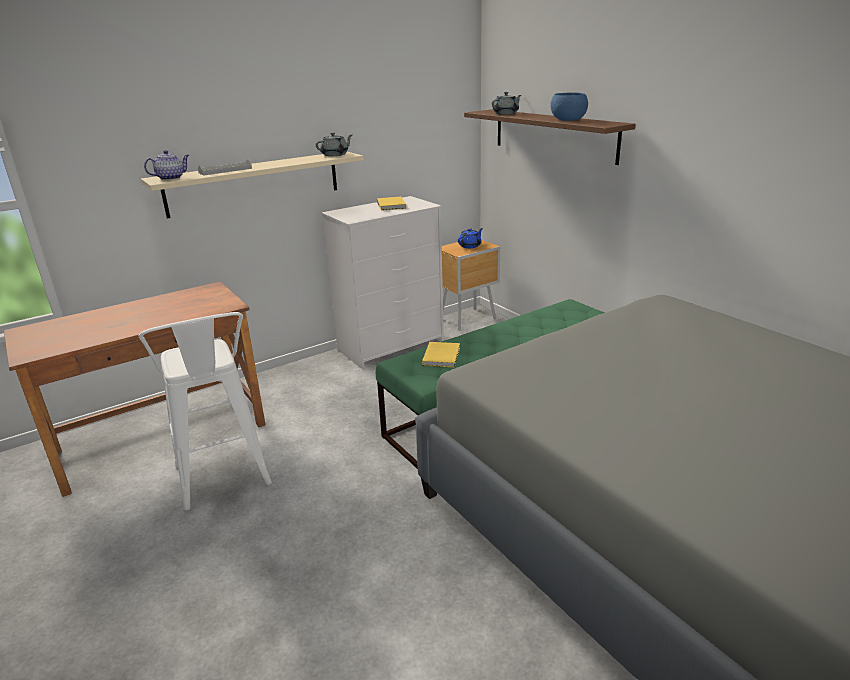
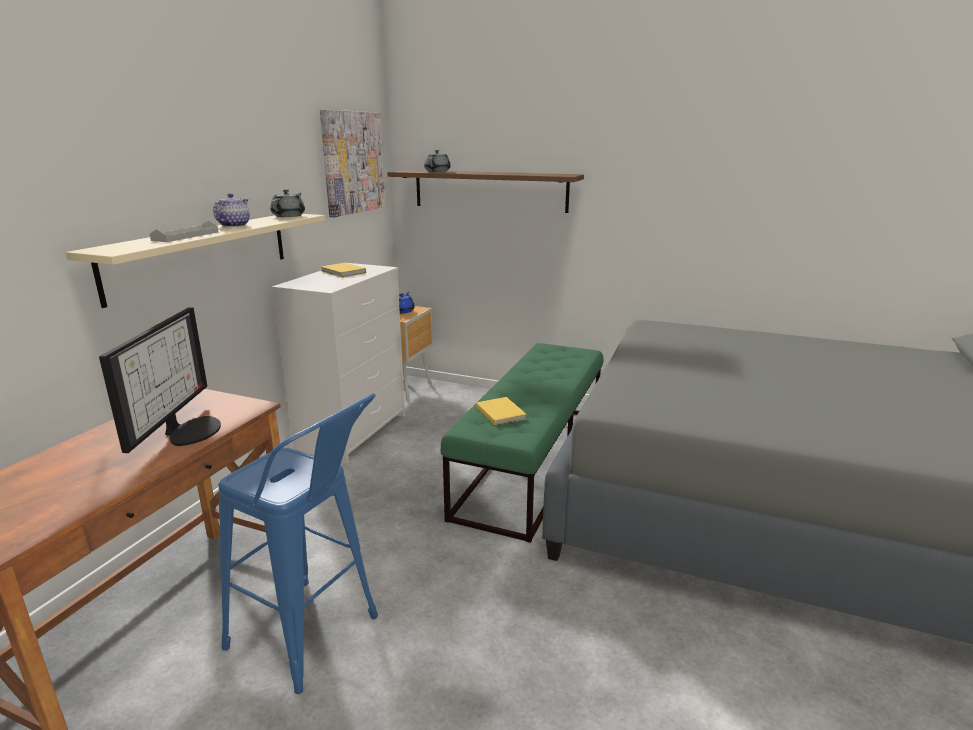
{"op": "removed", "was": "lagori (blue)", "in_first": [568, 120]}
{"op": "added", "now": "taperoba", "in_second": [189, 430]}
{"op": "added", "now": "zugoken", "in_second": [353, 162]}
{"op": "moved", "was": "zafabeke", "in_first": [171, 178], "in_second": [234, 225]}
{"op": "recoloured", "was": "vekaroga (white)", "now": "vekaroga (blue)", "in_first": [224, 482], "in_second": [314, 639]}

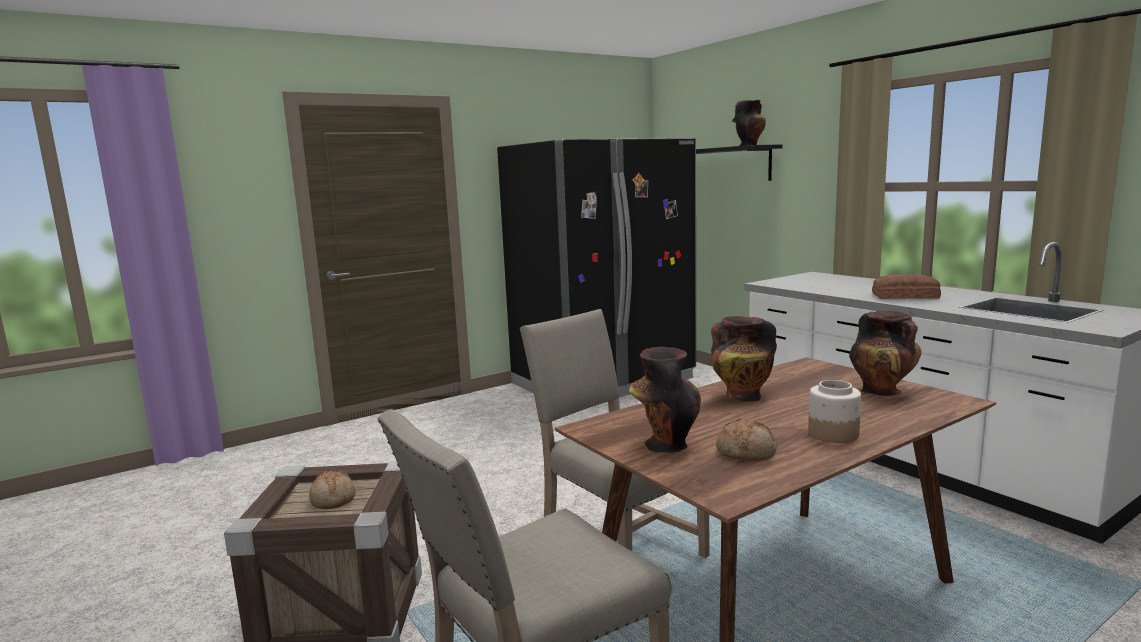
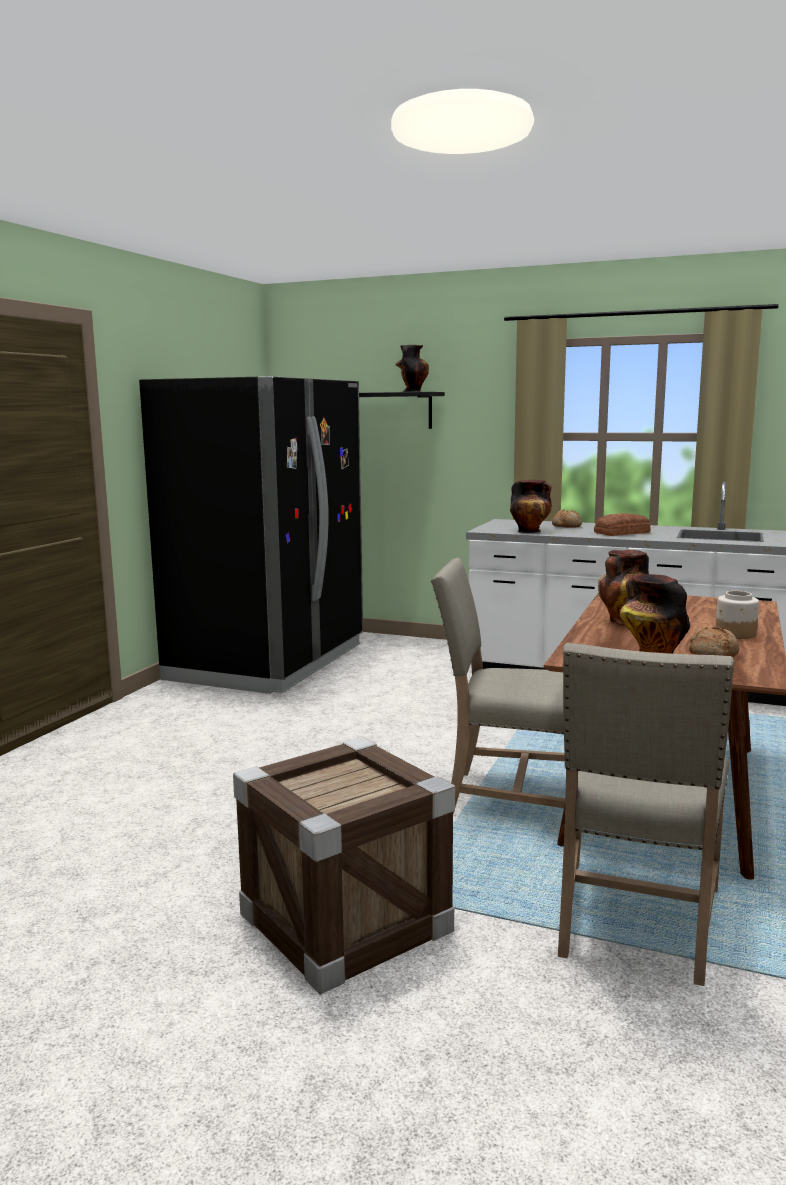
{"op": "moved", "was": "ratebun", "in_first": [333, 499], "in_second": [567, 526]}
{"op": "moved", "was": "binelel", "in_first": [883, 391], "in_second": [530, 531]}

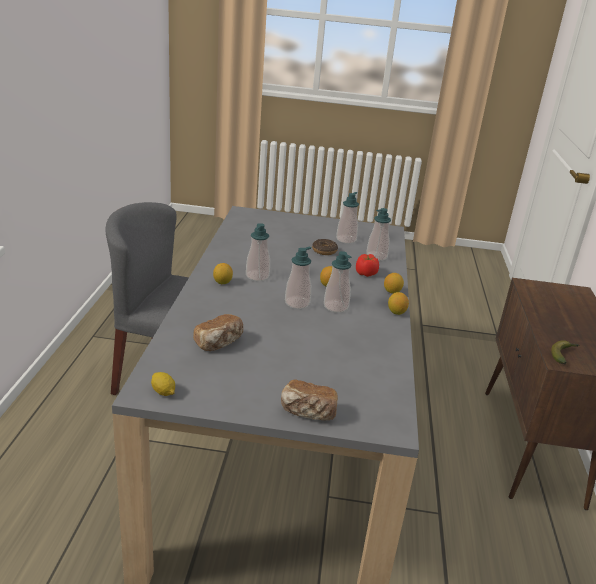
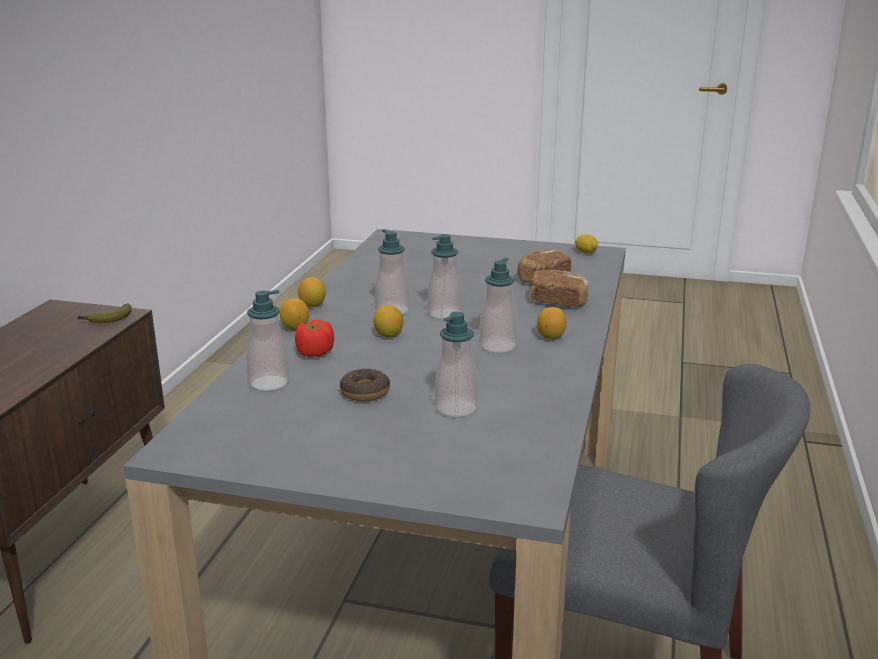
{"op": "moved", "was": "ratebun", "in_first": [308, 412], "in_second": [559, 302]}
{"op": "moved", "was": "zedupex", "in_first": [346, 240], "in_second": [456, 408]}

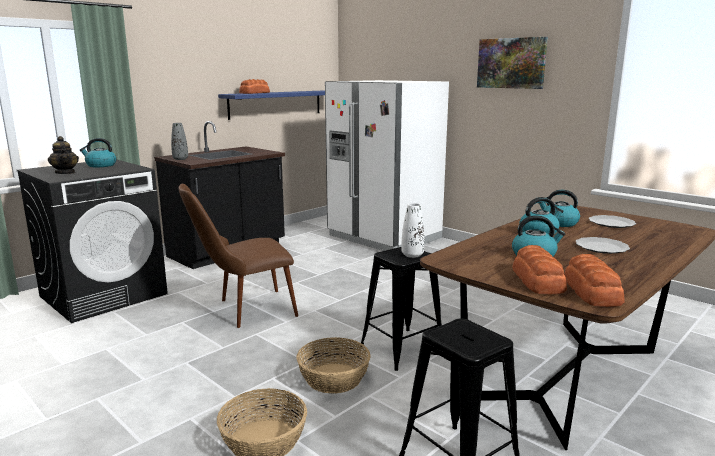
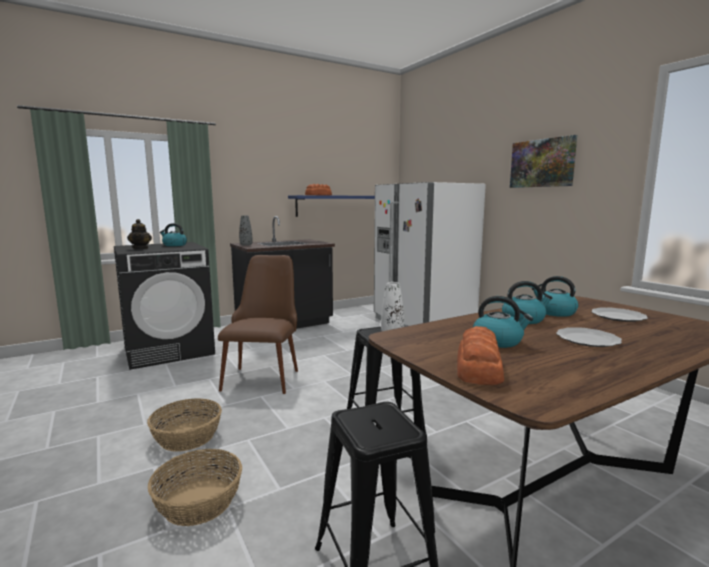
{"op": "removed", "was": "ratebun", "in_first": [591, 291]}
{"op": "moved", "was": "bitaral", "in_first": [334, 378], "in_second": [187, 437]}
{"op": "turned", "was": "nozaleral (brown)", "in_first": [243, 310], "in_second": [264, 374], "clockwise": 105}

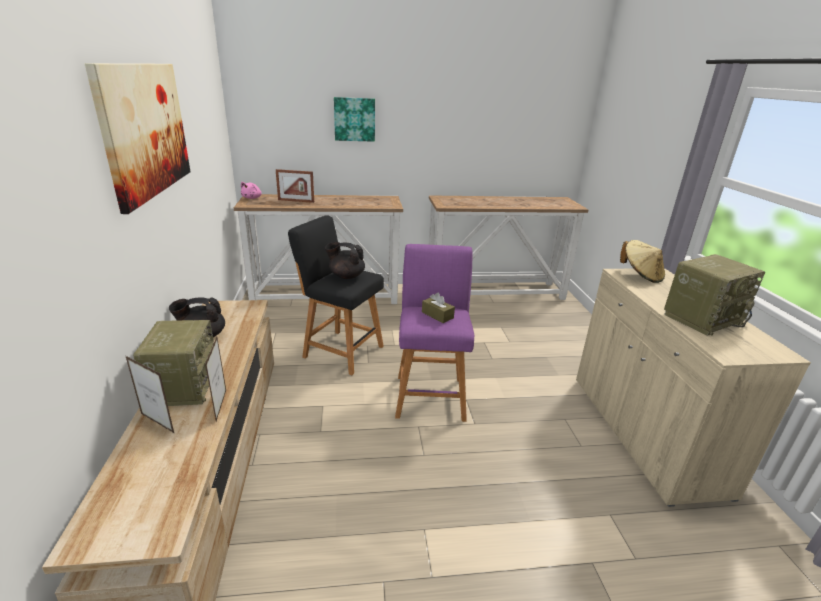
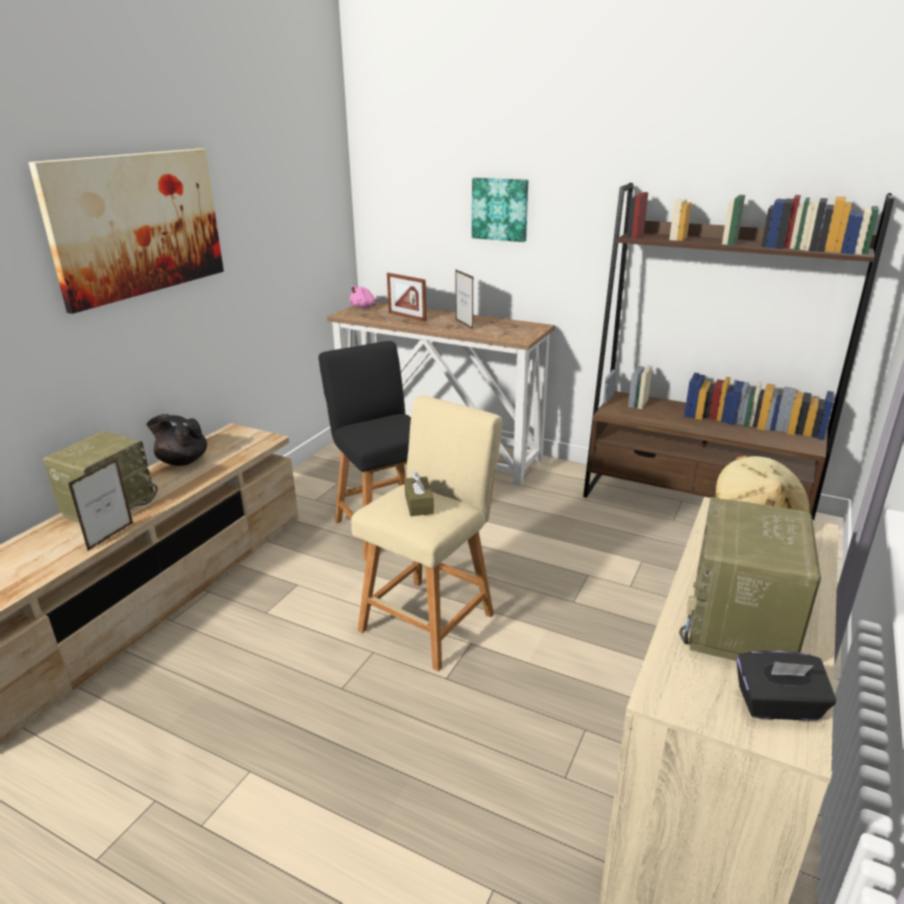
{"op": "removed", "was": "zafabeke (black)", "in_first": [346, 276]}
{"op": "added", "now": "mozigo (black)", "in_second": [778, 705]}
{"op": "moved", "was": "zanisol", "in_first": [157, 423], "in_second": [464, 324]}
{"op": "replaced", "was": "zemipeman", "now": "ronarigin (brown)", "in_first": [495, 292], "in_second": [695, 505]}
{"op": "recoloured", "was": "vekaroga (purple)", "now": "vekaroga (beige)", "in_first": [430, 394], "in_second": [431, 618]}
{"op": "turned", "was": "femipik", "in_first": [702, 318], "in_second": [741, 626], "clockwise": 105}

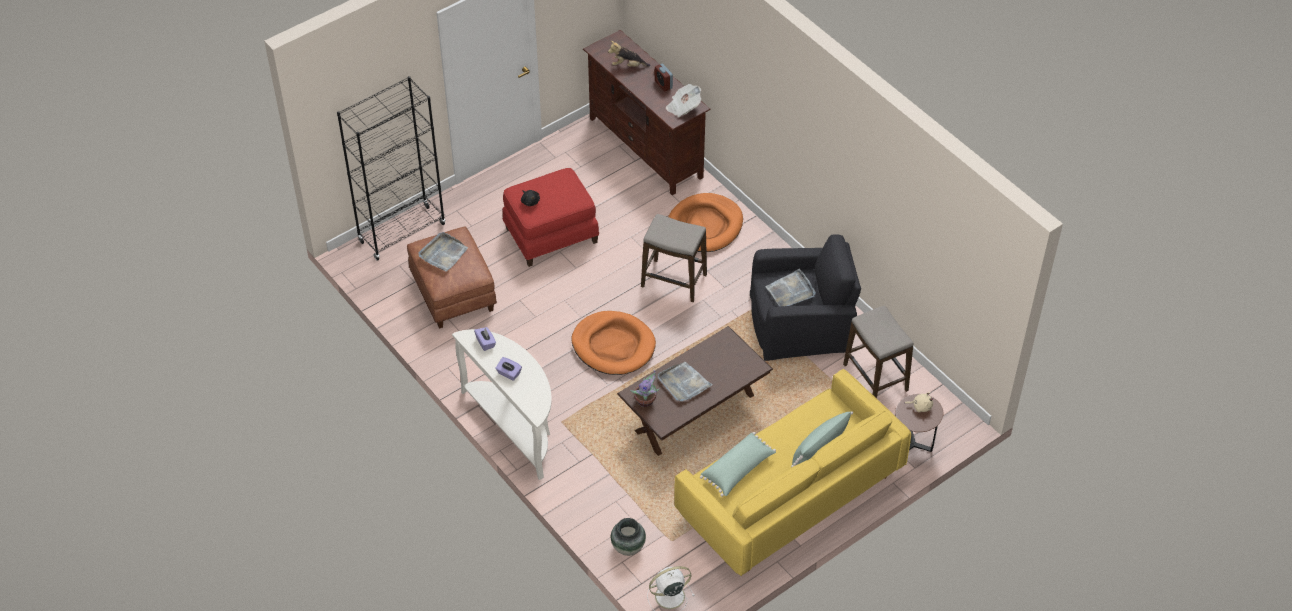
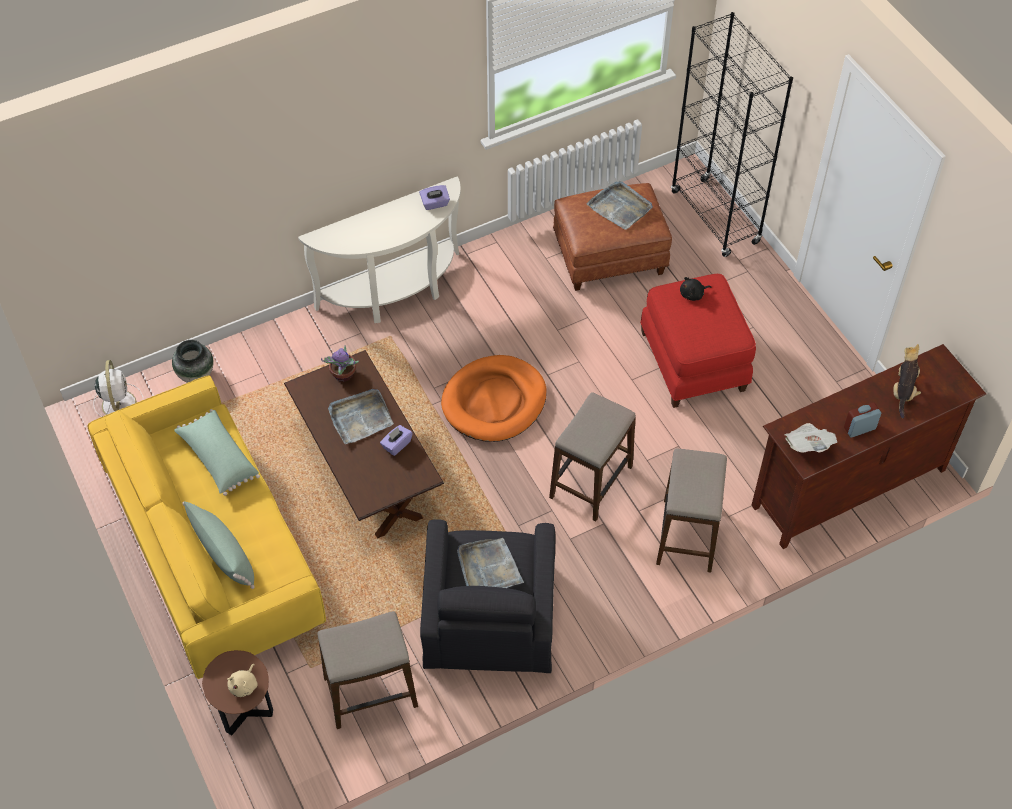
{"op": "moved", "was": "mozigo (purple)", "in_first": [509, 373], "in_second": [396, 445]}
{"op": "replaced", "was": "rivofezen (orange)", "now": "vekaroga", "in_first": [705, 226], "in_second": [687, 535]}

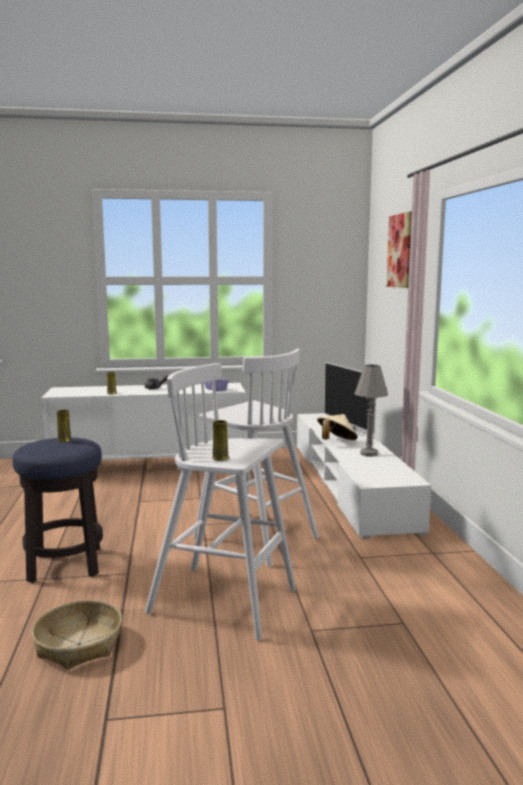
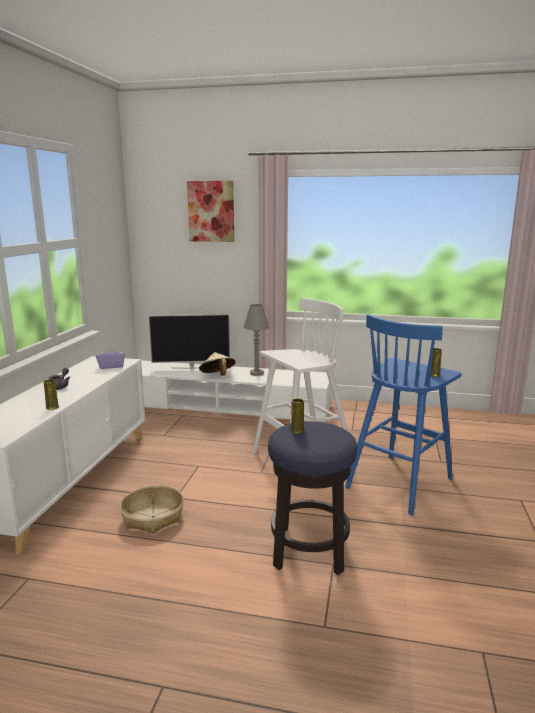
{"op": "moved", "was": "bitaral", "in_first": [79, 644], "in_second": [153, 516]}
{"op": "recoloured", "was": "vekaroga (white)", "now": "vekaroga (blue)", "in_first": [225, 602], "in_second": [400, 482]}

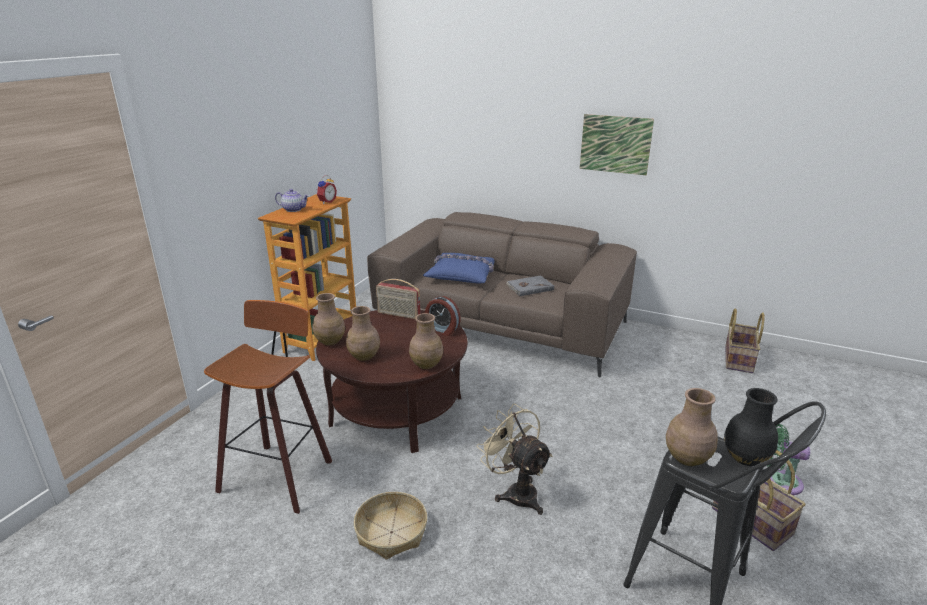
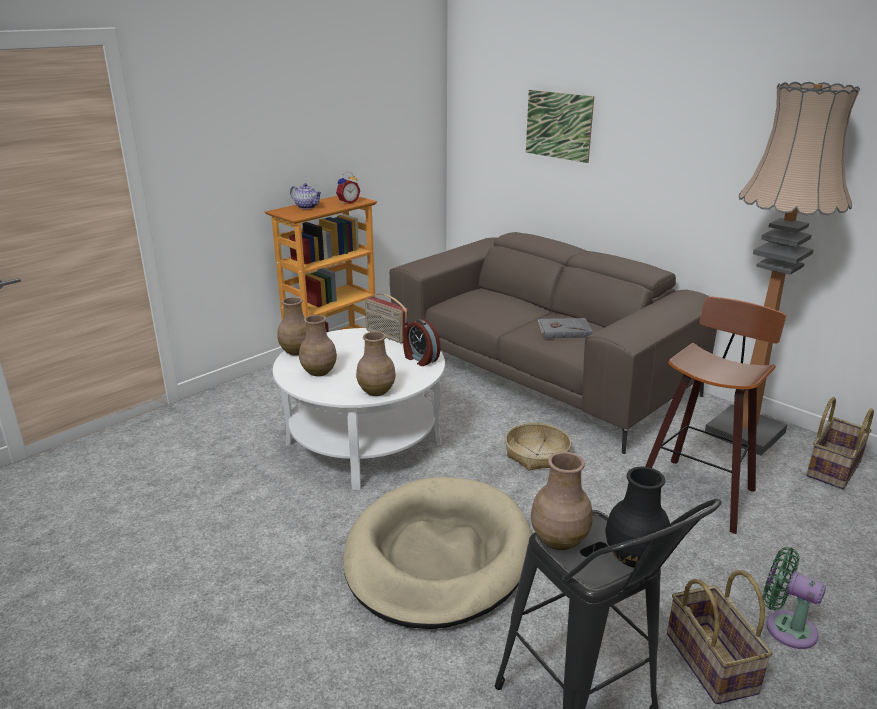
{"op": "removed", "was": "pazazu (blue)", "in_first": [462, 275]}
{"op": "added", "now": "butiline", "in_second": [745, 433]}
{"op": "moved", "was": "vekaroga", "in_first": [279, 474], "in_second": [698, 491]}
{"op": "moved", "was": "bitaral", "in_first": [392, 532], "in_second": [537, 455]}
{"op": "moved", "was": "zugoken", "in_first": [615, 144], "in_second": [558, 125]}
{"op": "replaced", "was": "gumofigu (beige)", "now": "rivofezen (beige)", "in_first": [516, 492], "in_second": [438, 556]}
{"op": "recoloured", "was": "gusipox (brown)", "now": "gusipox (white)", "in_first": [397, 410], "in_second": [364, 443]}

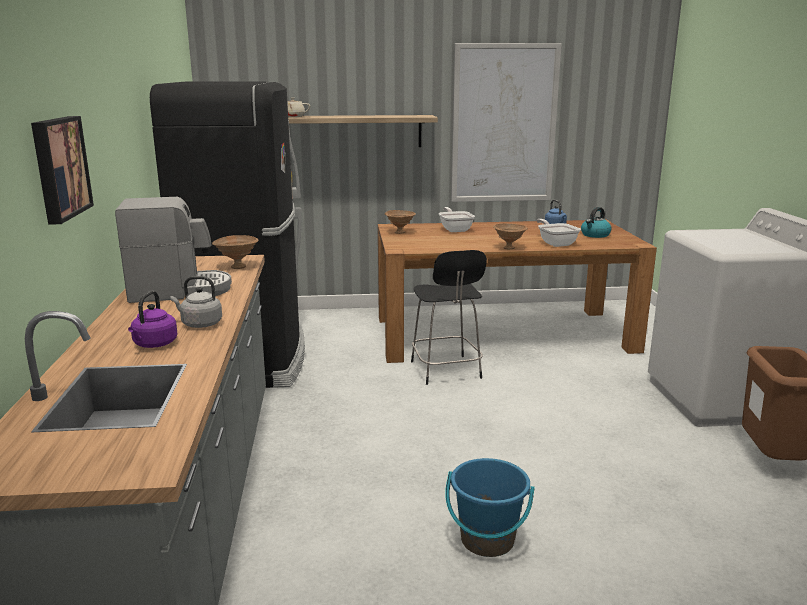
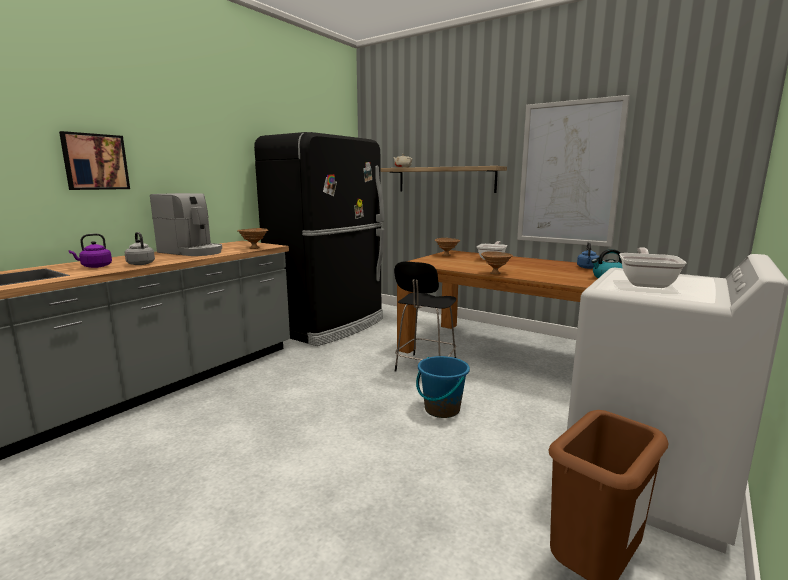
{"op": "moved", "was": "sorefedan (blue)", "in_first": [487, 540], "in_second": [441, 409]}
{"op": "moved", "was": "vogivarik", "in_first": [555, 243], "in_second": [646, 283]}

